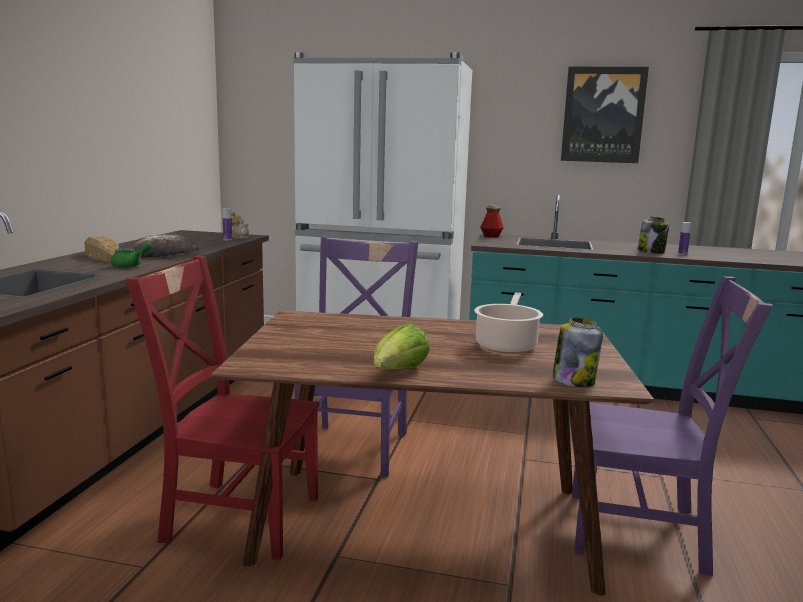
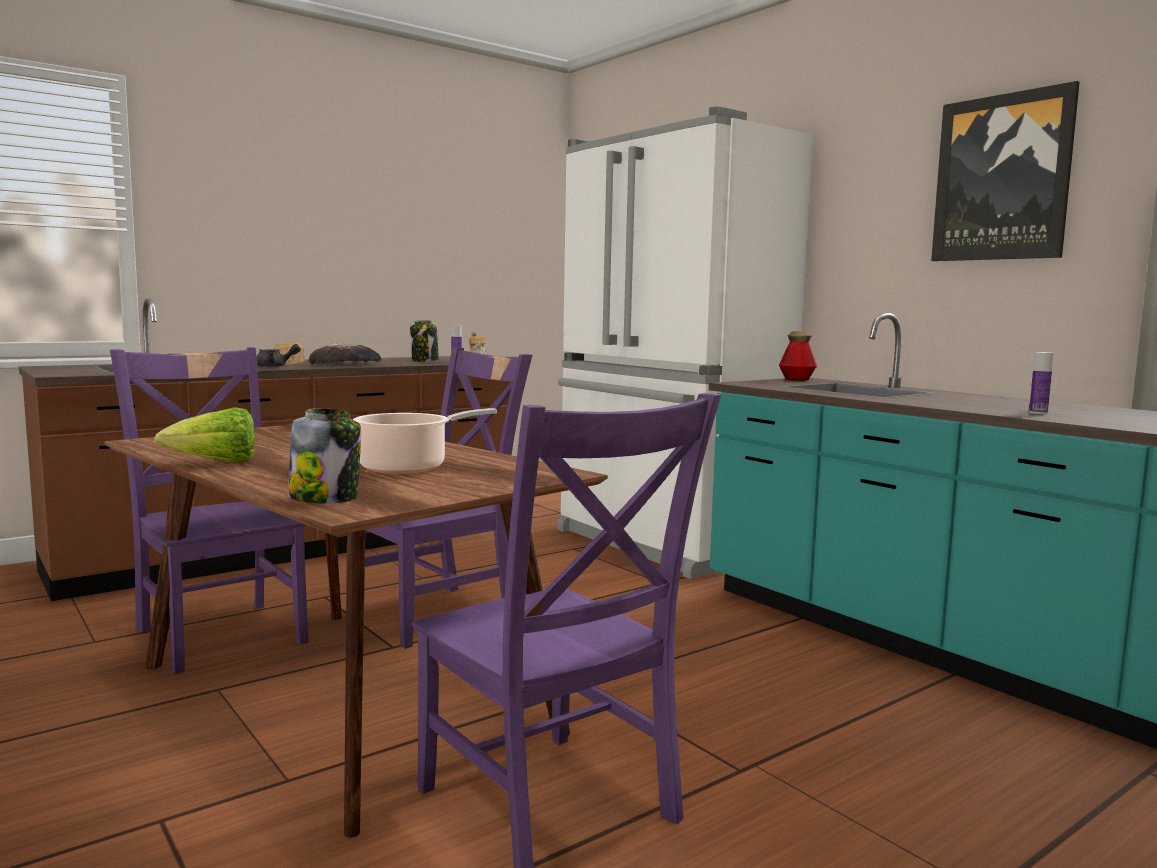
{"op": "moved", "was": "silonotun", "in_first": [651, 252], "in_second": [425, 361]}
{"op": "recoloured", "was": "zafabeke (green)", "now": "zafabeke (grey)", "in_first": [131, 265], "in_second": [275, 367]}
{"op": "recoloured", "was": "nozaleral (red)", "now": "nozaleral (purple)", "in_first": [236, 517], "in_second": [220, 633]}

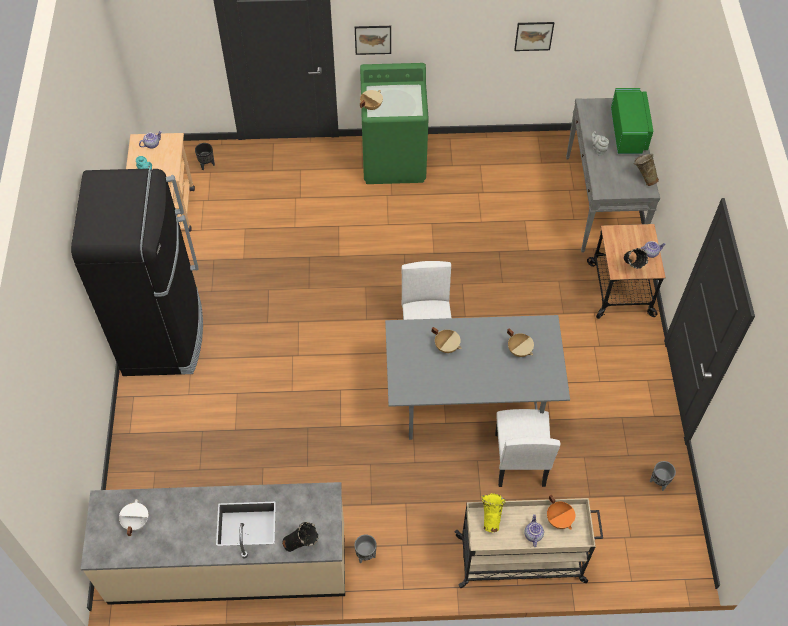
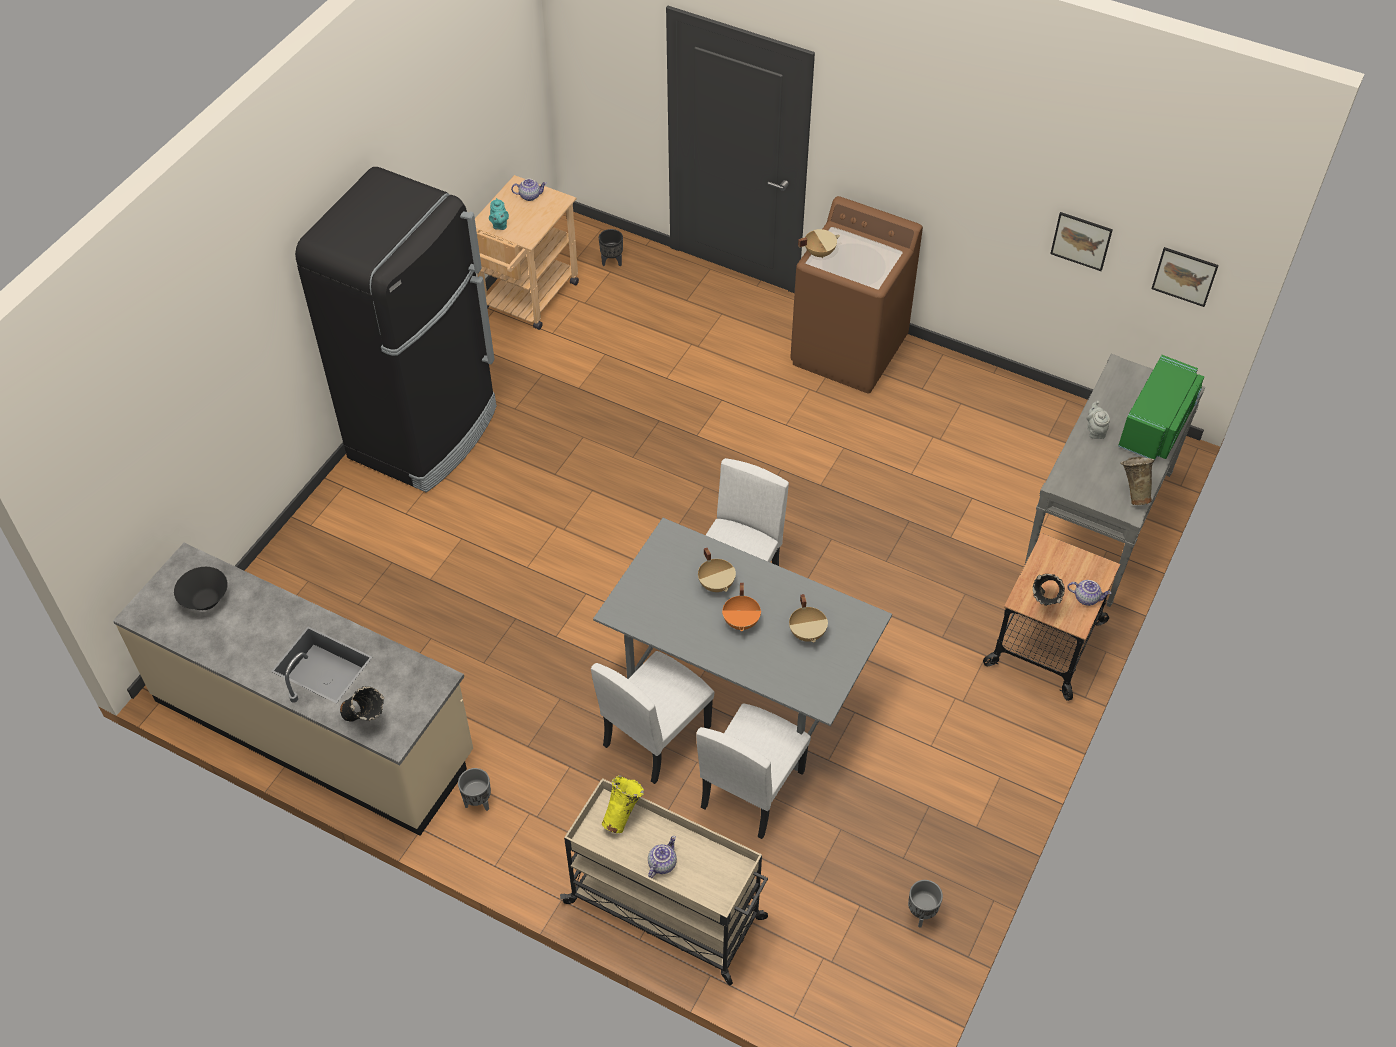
{"op": "added", "now": "nozaleral (white)", "in_second": [656, 735]}
{"op": "moved", "was": "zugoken", "in_first": [373, 39], "in_second": [1184, 276]}
{"op": "moved", "was": "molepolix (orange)", "in_first": [559, 519], "in_second": [741, 621]}
{"op": "replaced", "was": "molepolix (white)", "now": "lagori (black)", "in_first": [135, 522], "in_second": [205, 600]}
{"op": "recoloured", "was": "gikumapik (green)", "now": "gikumapik (brown)", "in_first": [394, 160], "in_second": [849, 351]}

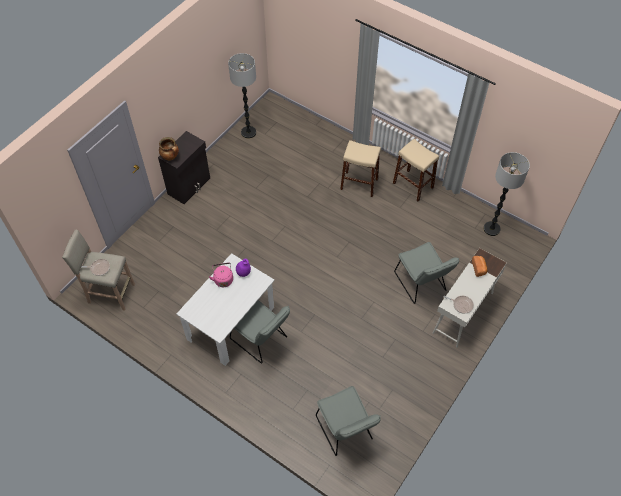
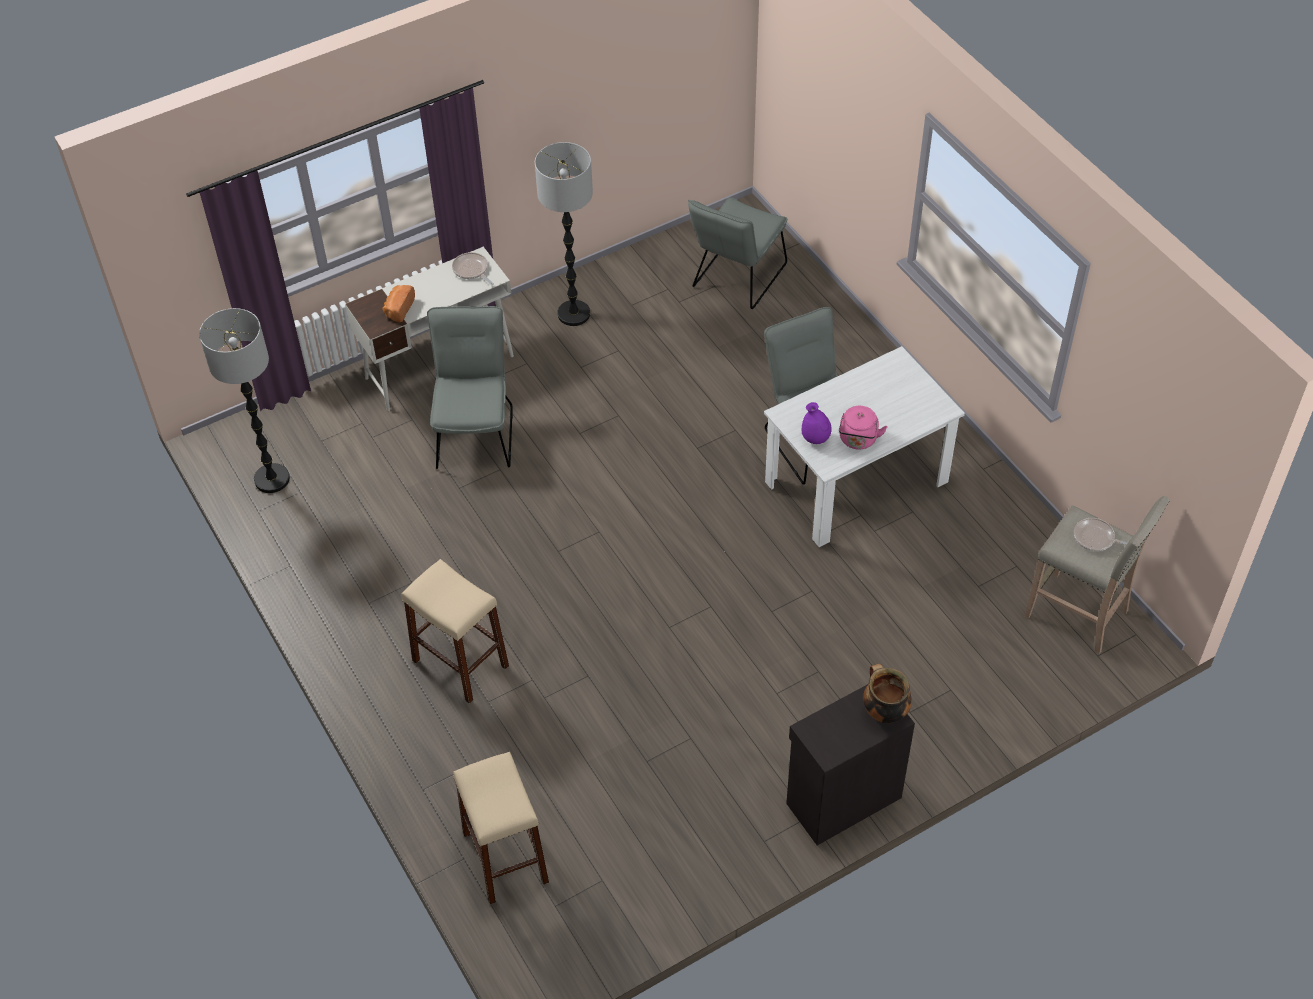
{"op": "moved", "was": "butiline", "in_first": [248, 132], "in_second": [573, 314]}
{"op": "moved", "was": "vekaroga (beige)", "in_first": [413, 185], "in_second": [505, 857]}
{"op": "turned", "was": "nozaleral (grey)", "in_first": [345, 431], "in_second": [736, 279], "clockwise": -150}

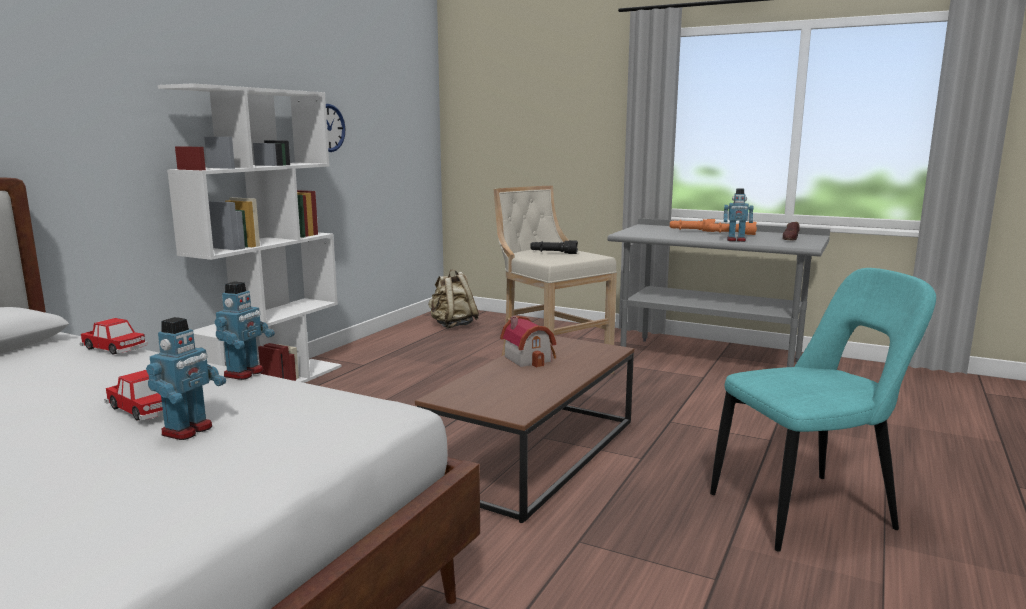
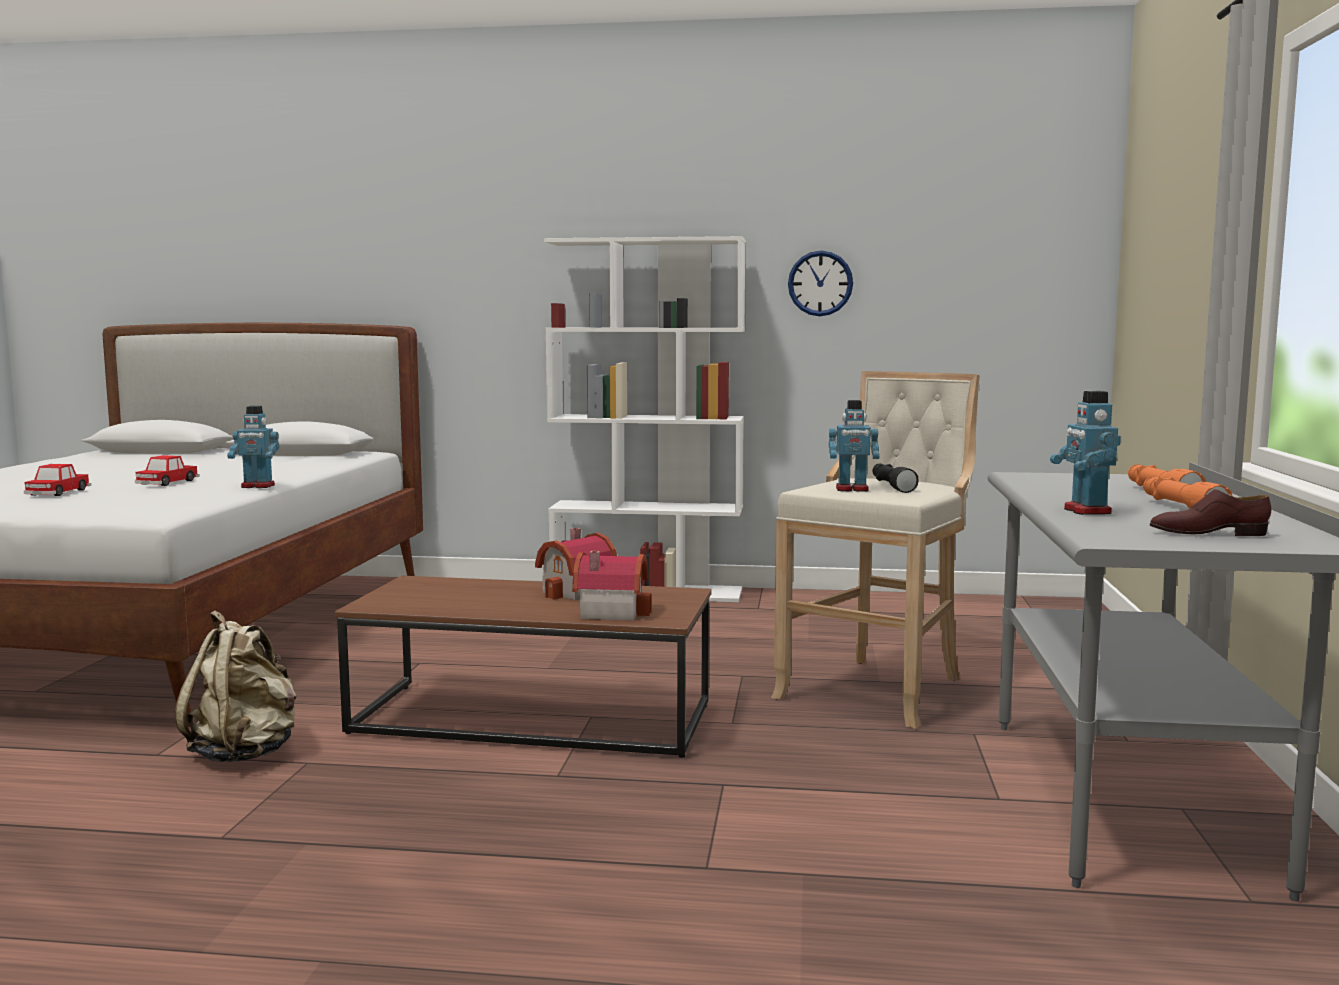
{"op": "removed", "was": "nozaleral (turquoise)", "in_first": [808, 511]}
{"op": "added", "now": "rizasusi", "in_second": [610, 611]}
{"op": "moved", "was": "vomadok", "in_first": [114, 348], "in_second": [57, 492]}
{"op": "moved", "was": "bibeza", "in_first": [188, 430], "in_second": [852, 489]}
{"op": "moved", "was": "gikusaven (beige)", "in_first": [452, 325], "in_second": [245, 753]}

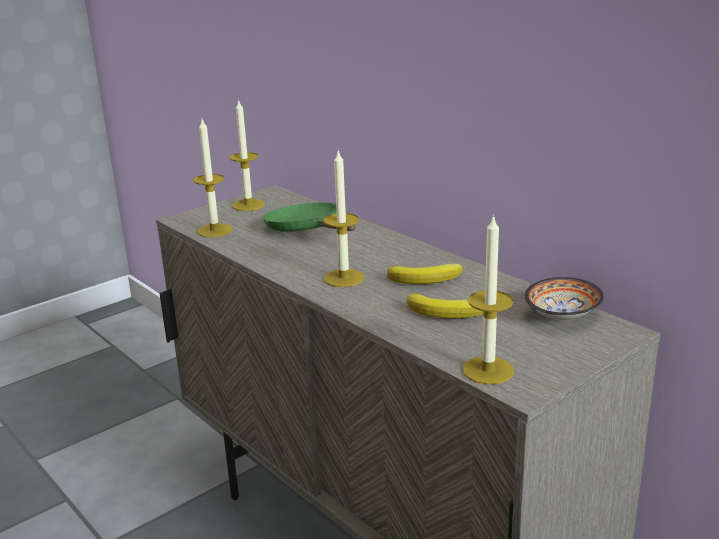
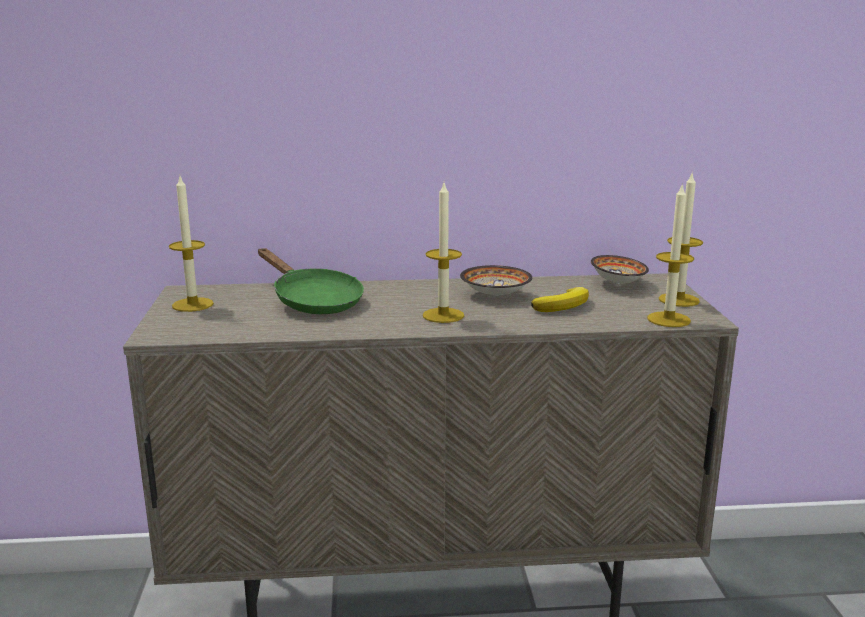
{"op": "moved", "was": "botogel", "in_first": [214, 230], "in_second": [679, 300]}
{"op": "replaced", "was": "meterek", "now": "lagori", "in_first": [428, 279], "in_second": [495, 295]}
{"op": "turned", "was": "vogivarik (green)", "in_first": [307, 230], "in_second": [313, 301], "clockwise": -135}

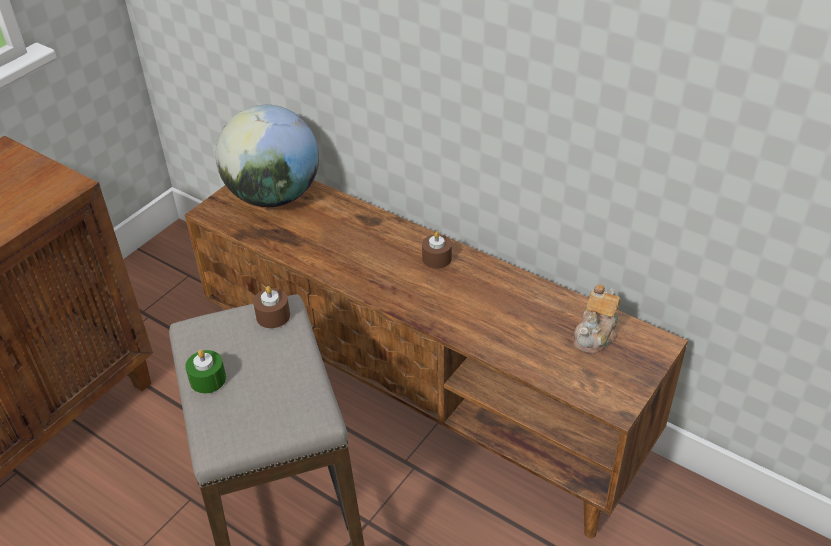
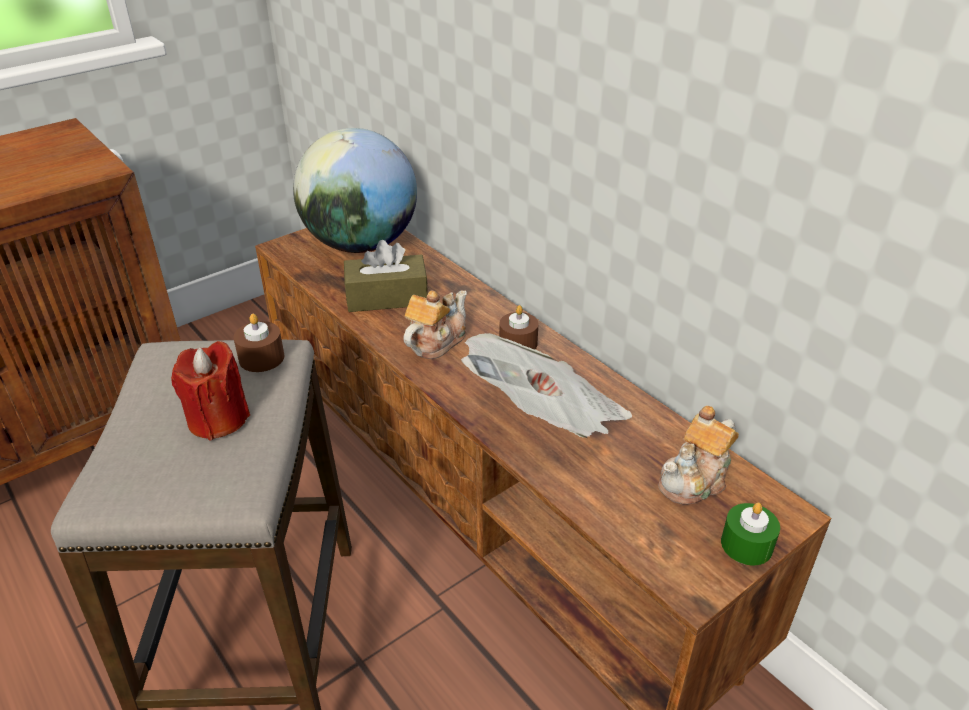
{"op": "added", "now": "botogel (red)", "in_second": [218, 419]}
{"op": "added", "now": "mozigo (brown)", "in_second": [387, 297]}
{"op": "added", "now": "zafabeke", "in_second": [436, 342]}
{"op": "added", "now": "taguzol", "in_second": [547, 419]}
{"op": "moved", "was": "botogel (green)", "in_first": [208, 379], "in_second": [746, 545]}

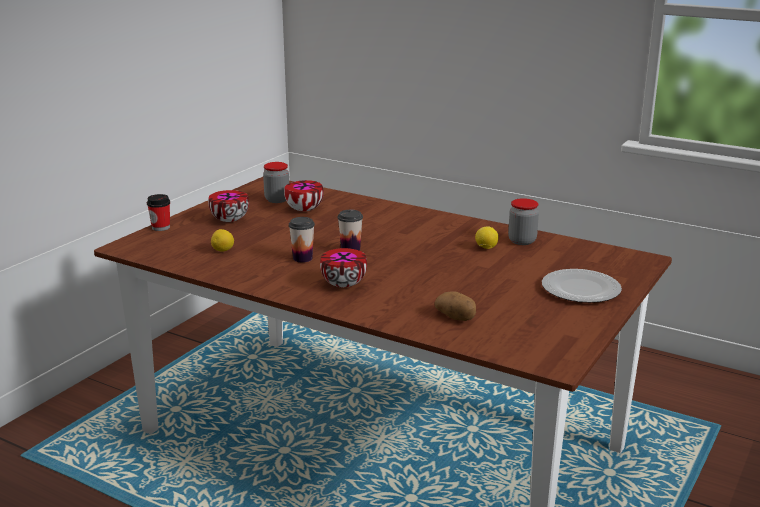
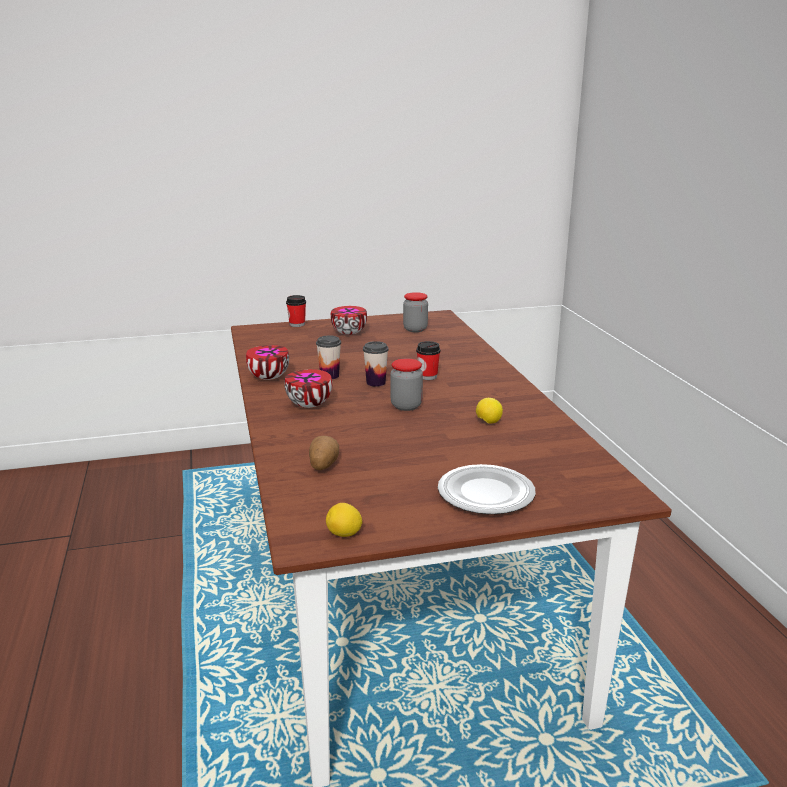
{"op": "added", "now": "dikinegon", "in_second": [427, 376]}
{"op": "moved", "was": "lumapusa", "in_first": [223, 251], "in_second": [344, 534]}
{"op": "moved", "was": "lagori", "in_first": [303, 210], "in_second": [268, 377]}
{"op": "moved", "was": "silonotun", "in_first": [522, 241], "in_second": [406, 406]}

